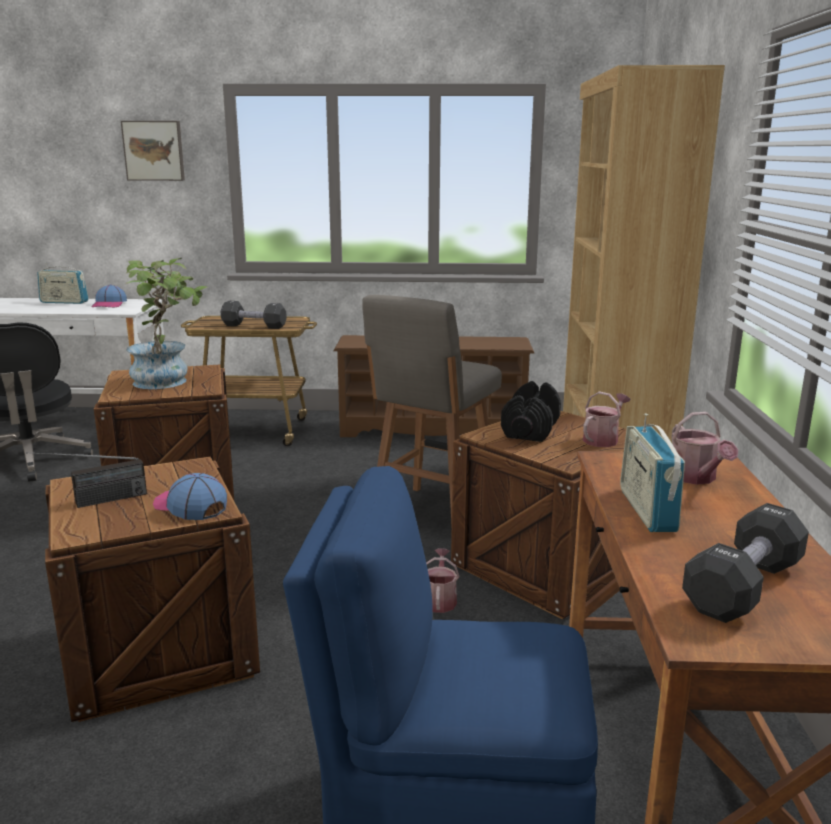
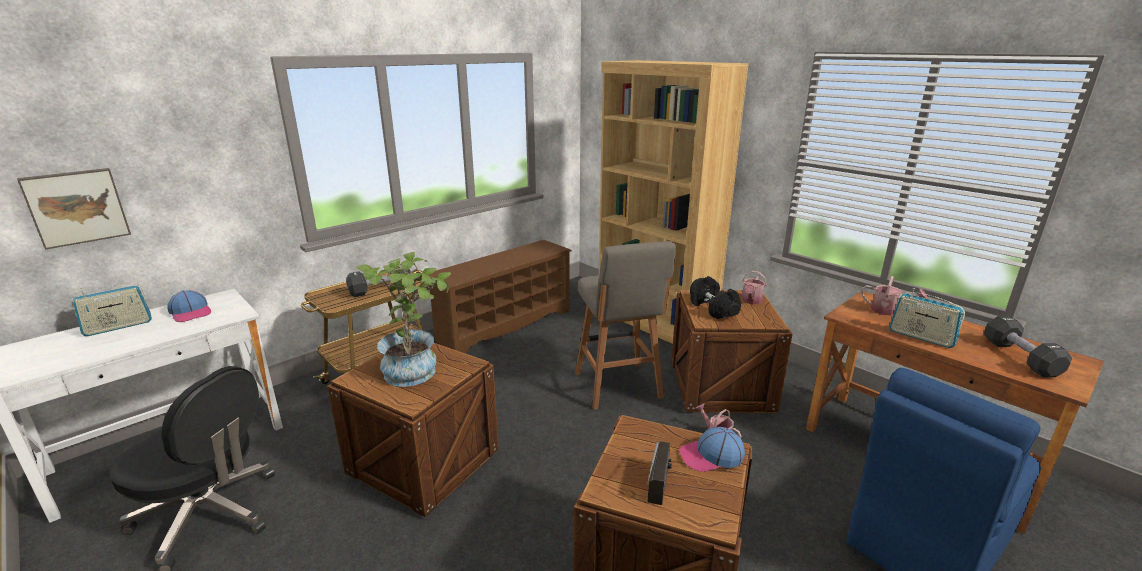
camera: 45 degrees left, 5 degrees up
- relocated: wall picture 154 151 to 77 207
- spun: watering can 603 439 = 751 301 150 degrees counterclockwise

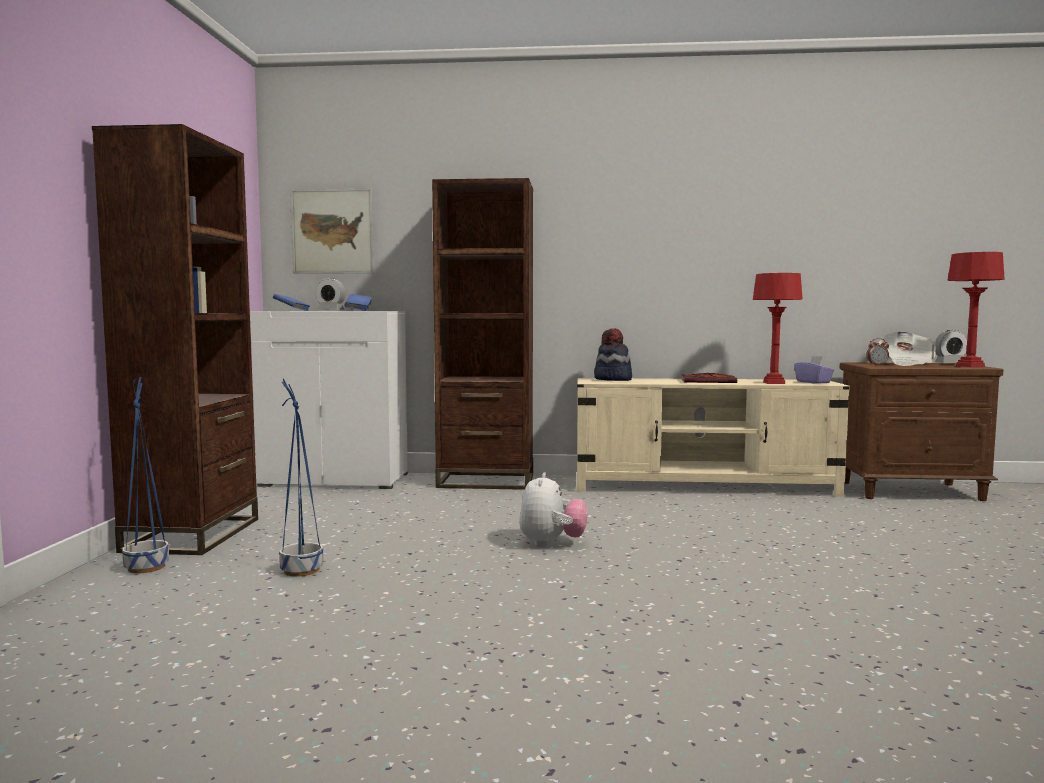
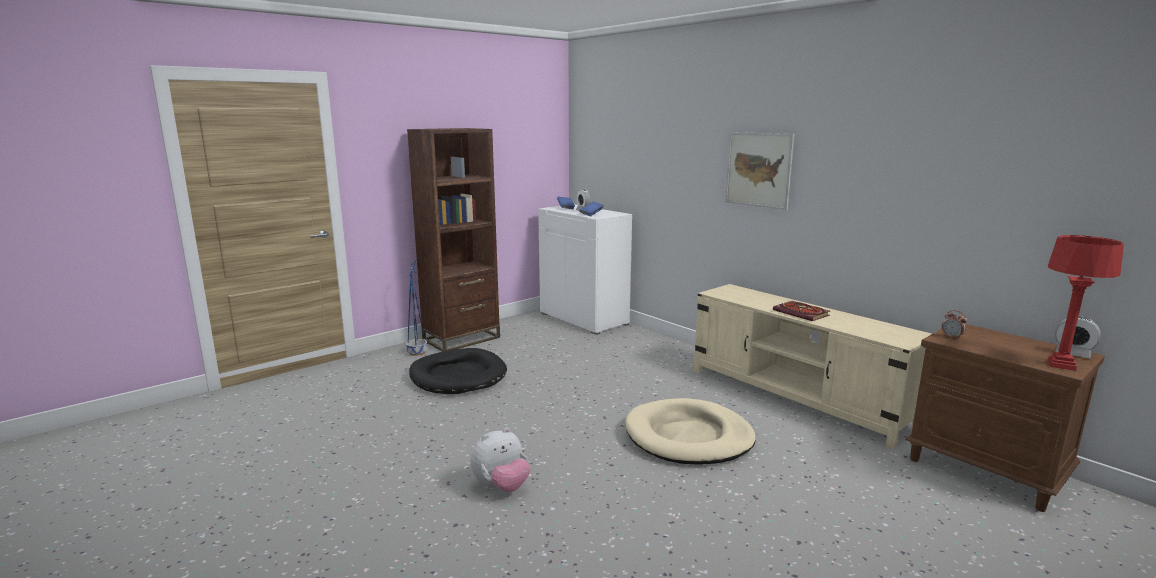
camera: 45 degrees right, 10 degrees up
- exchanged: bluish flower pot 300 570 to blackish pet bed 458 376
- relocated: plush toy 551 543 to 501 486
- appeared: beige pet bed 688 437
- relocated: wall picture 332 231 to 758 170
- missing: brownish shelving unit 486 481
- missing: clothing hat 612 379
- missing: red lamp for a table 774 383
- missing: purple-coloured box of tissues 813 382
- missing: daily paper 905 364

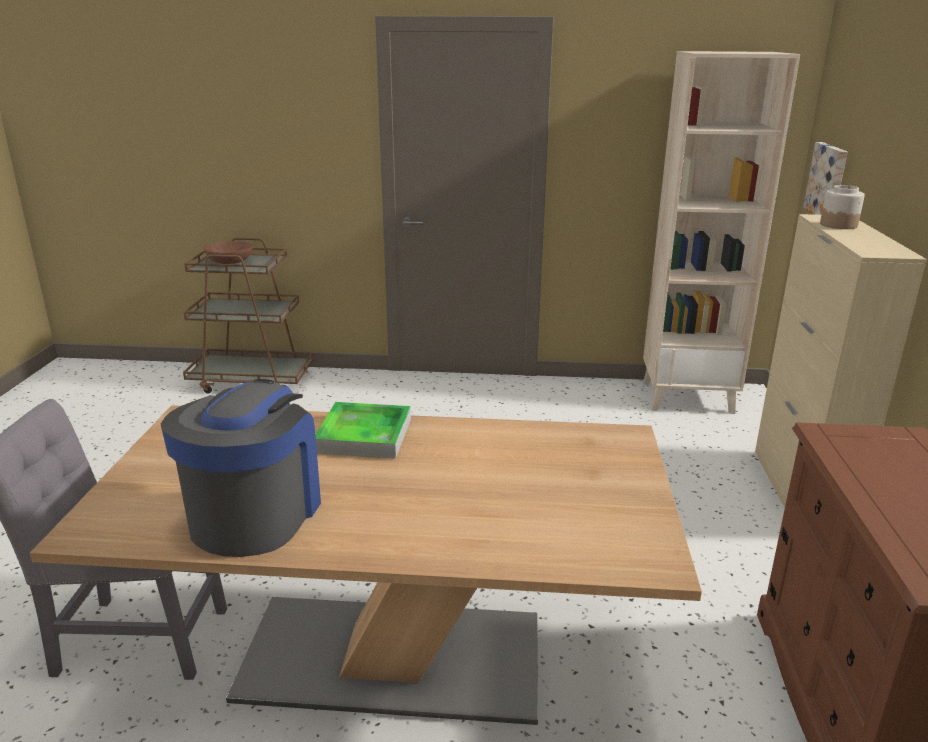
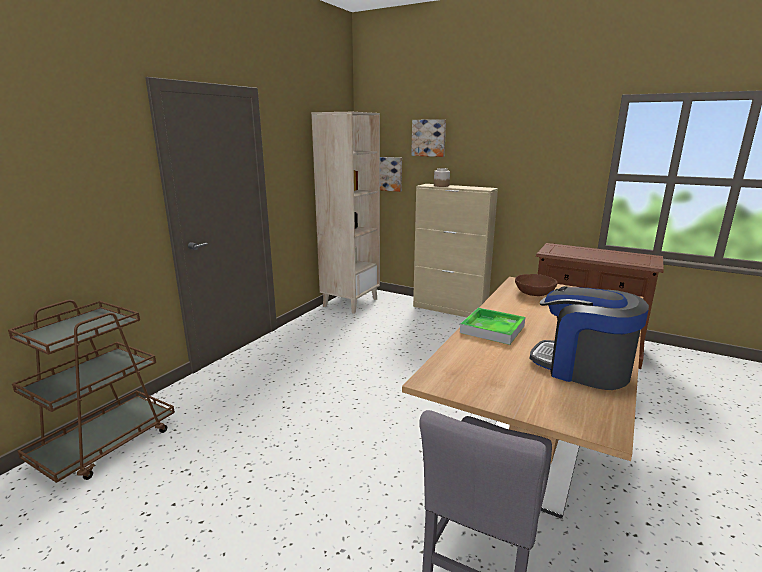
camera: 65 degrees left, 5 degrees down
- appeared: wall picture 429 138
- relocated: brownish deep dish 230 262 to 534 293

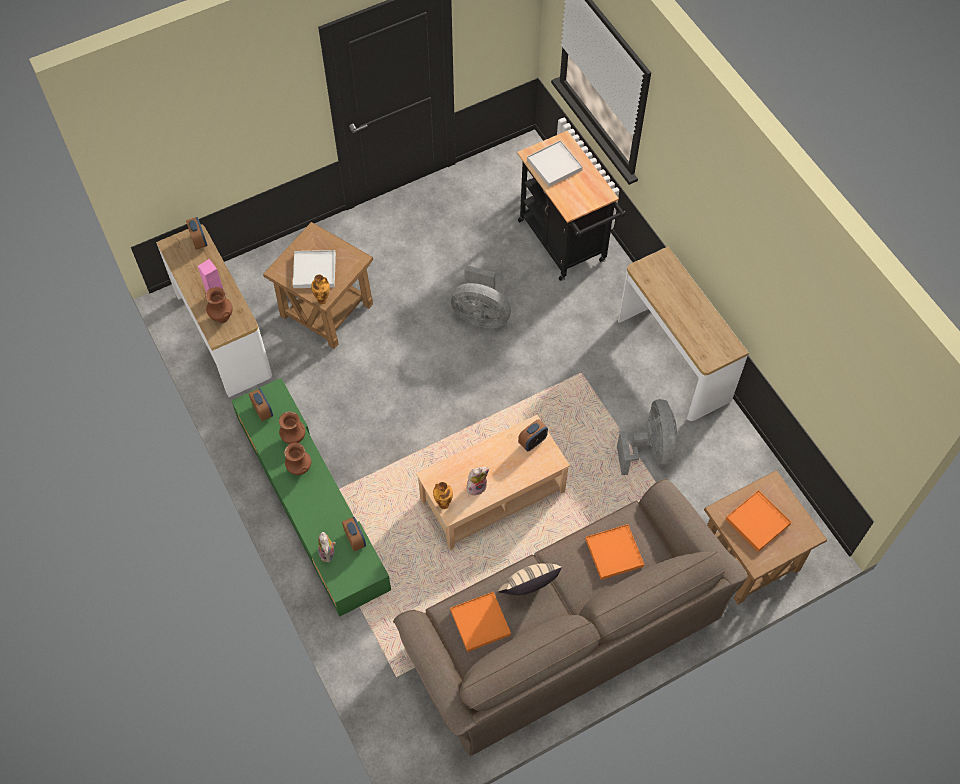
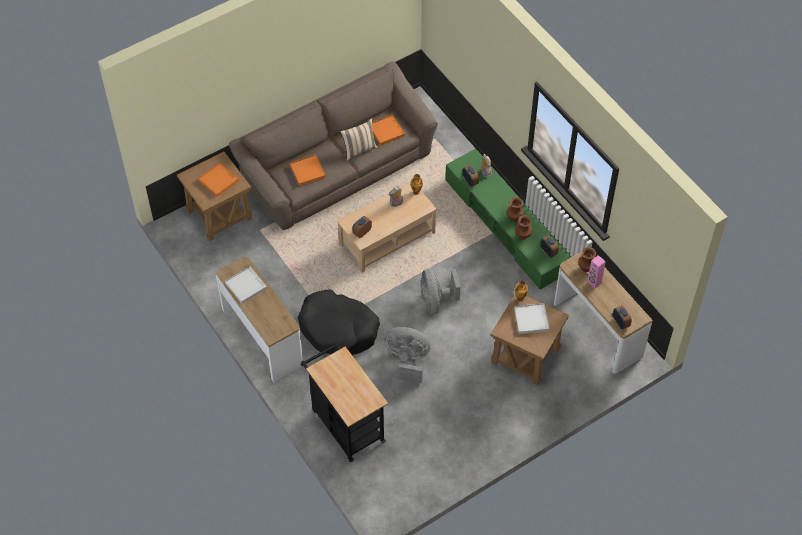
camera: 175 degrees right, 5 degrees down
- relocated: white serving tray 554 165 to 246 286
- appeared: blackish pet bed 338 329
- relocated: grey fan 650 449 to 436 301

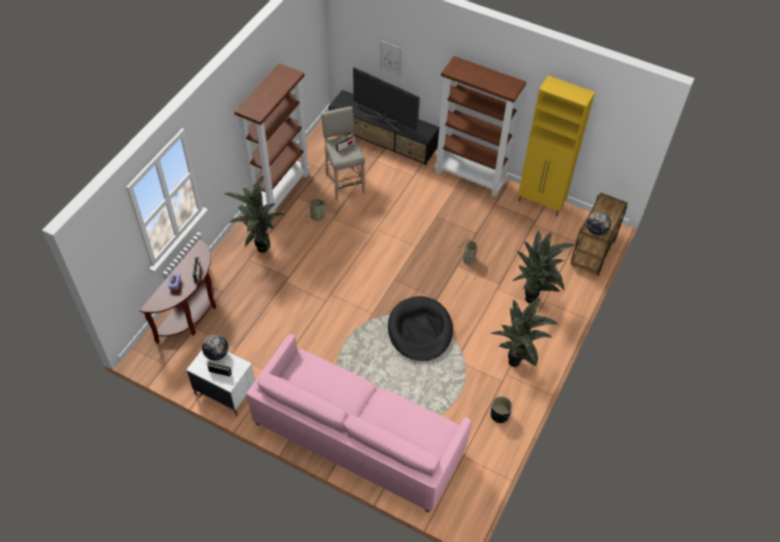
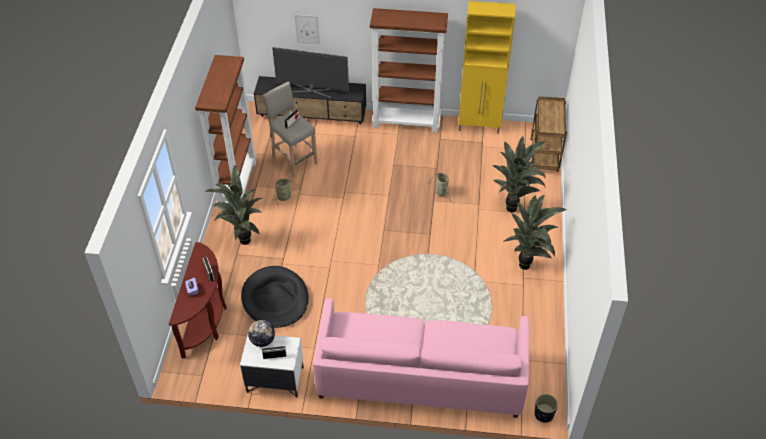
camera: 20 degrees left, 5 degrees down
- relocated: blackish pet bed 420 330 to 275 299
- relocated: blackish flower pot 499 415 to 543 414
- missing: globe 596 231

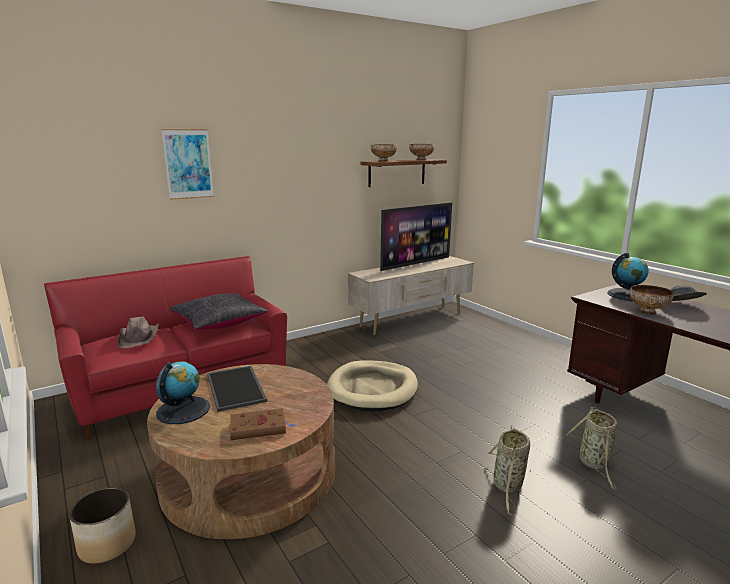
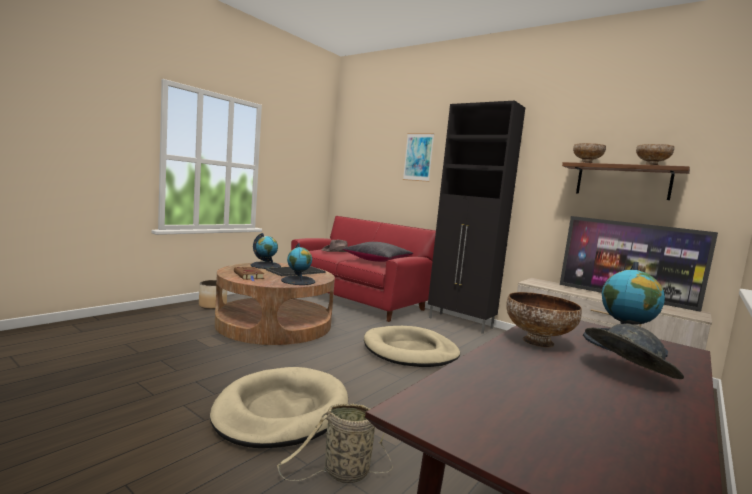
camera: 70 degrees right, 10 degrees down
- exchanged: storage basket 508 486 to beige pet bed 281 411
- appeared: globe 298 281
- appeared: blackish cupboard 461 323

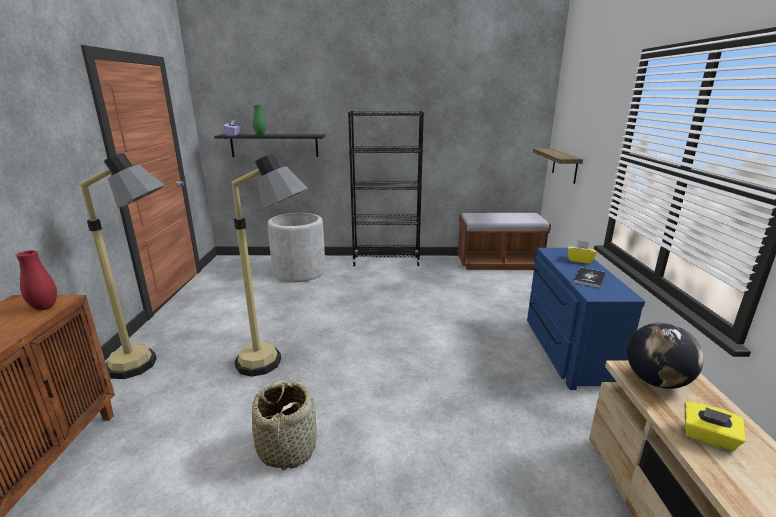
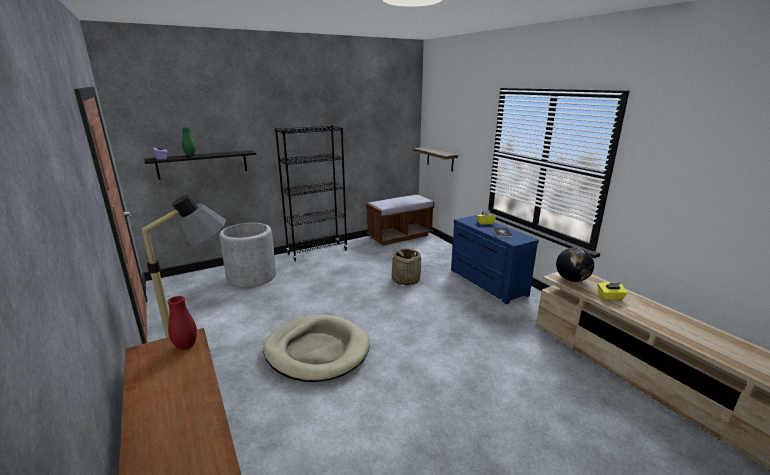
camera: 30 degrees left, 0 degrees up
- exchanged: standing lamp 276 366 to beige pet bed 317 351
- relocated: storage basket 287 447 to 405 280

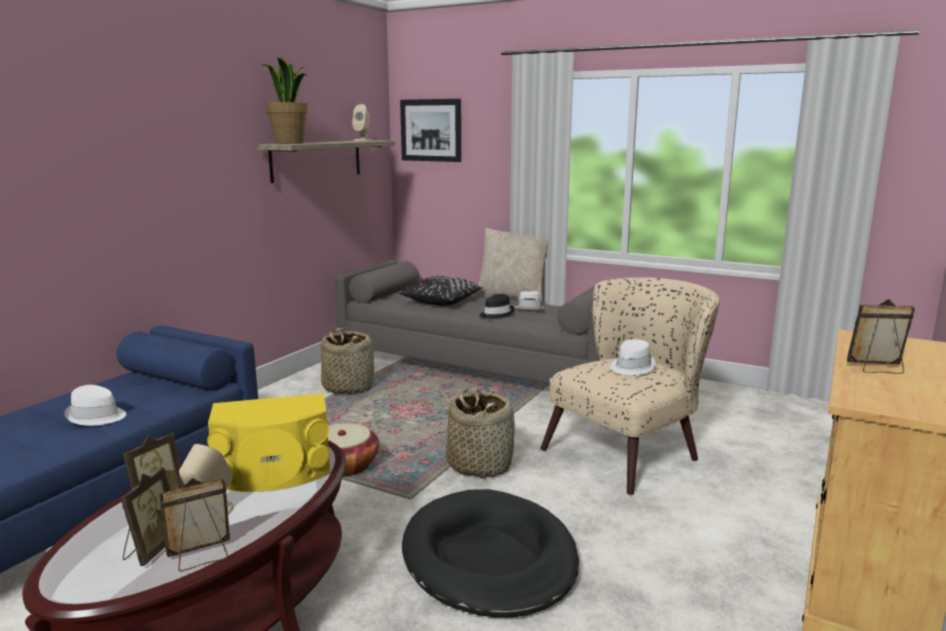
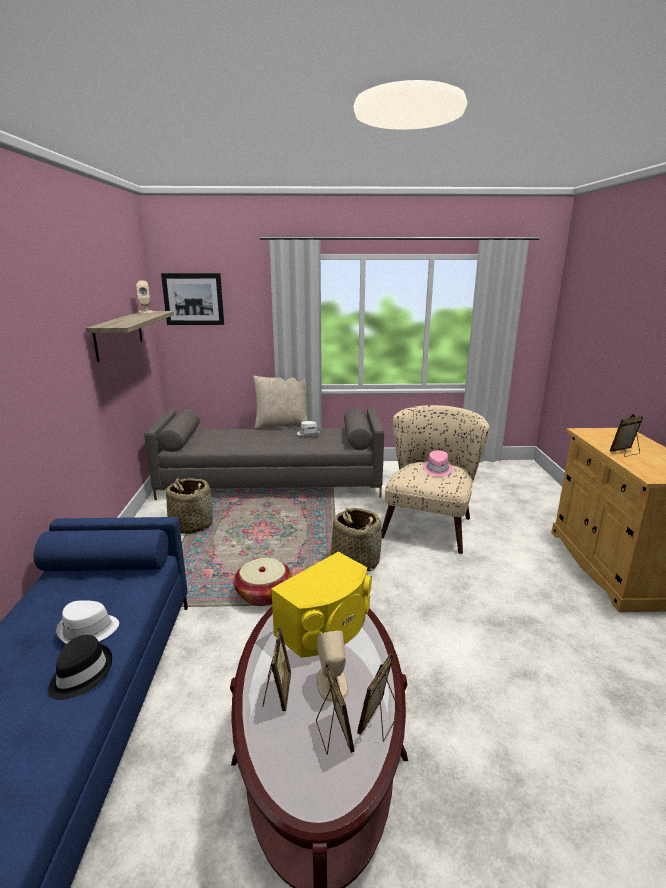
camera: 30 degrees left, 5 degrees up
- relocated: blackish clothing hat 496 314 to 80 674
- colour: white clothing hat 631 367 to pink clothing hat 437 469
- missing: houseplant 289 143
- missing: blackish pillow 442 301
- missing: blackish pet bed 489 558

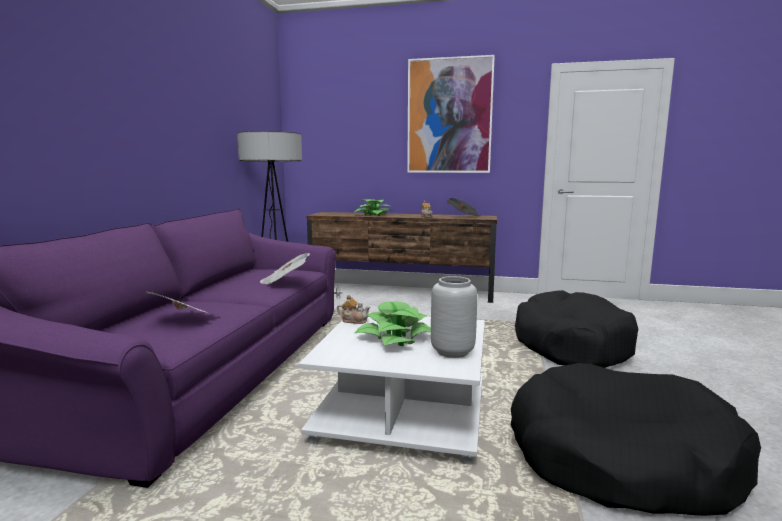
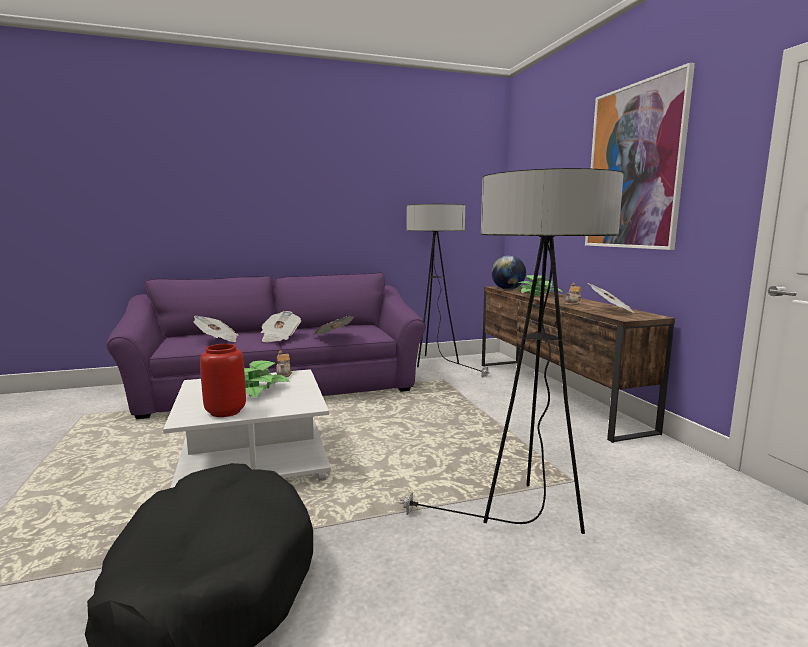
camera: 60 degrees right, 0 degrees up
- colour: grey flower vase 452 351 to red flower vase 226 411
- appeared: daily paper 279 338
- exchanged: blackish pet bed 571 345 to standing lamp 524 519
- appeared: globe 507 289

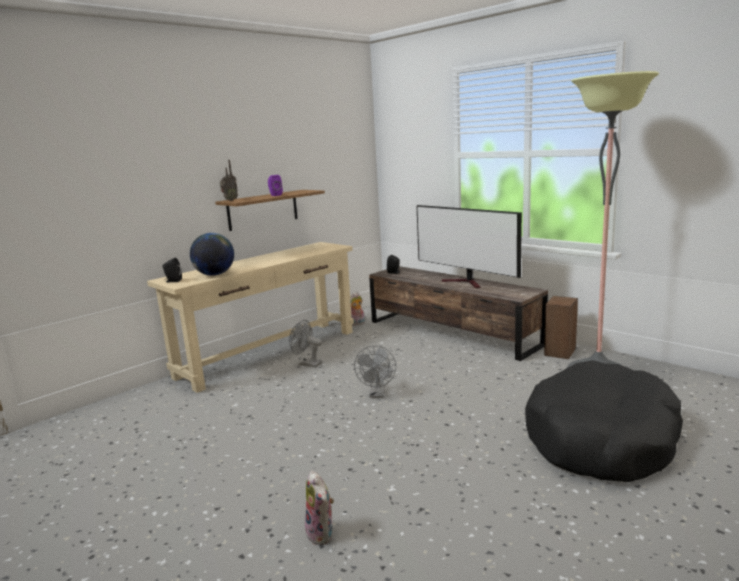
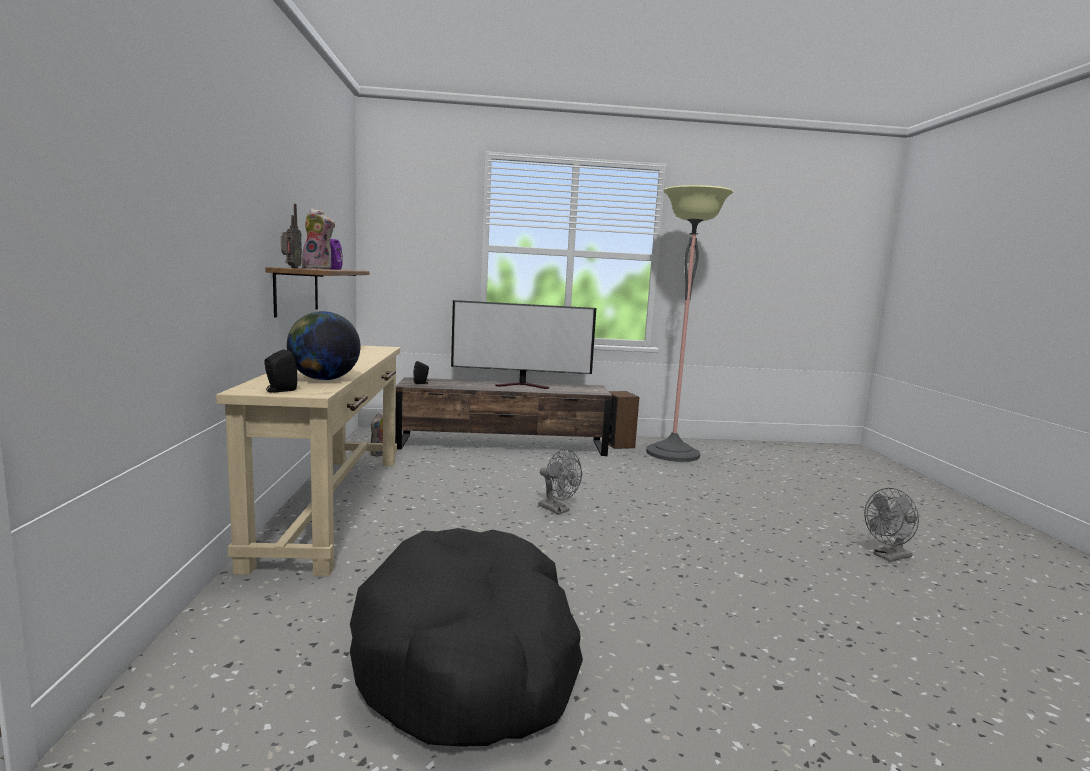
camera: 50 degrees left, 5 degrees down
- relocated: plush toy 322 534 to 319 269
- relocated: blackish pet bed 601 439 to 469 657
- relocated: grey fan 307 364 to 888 557

